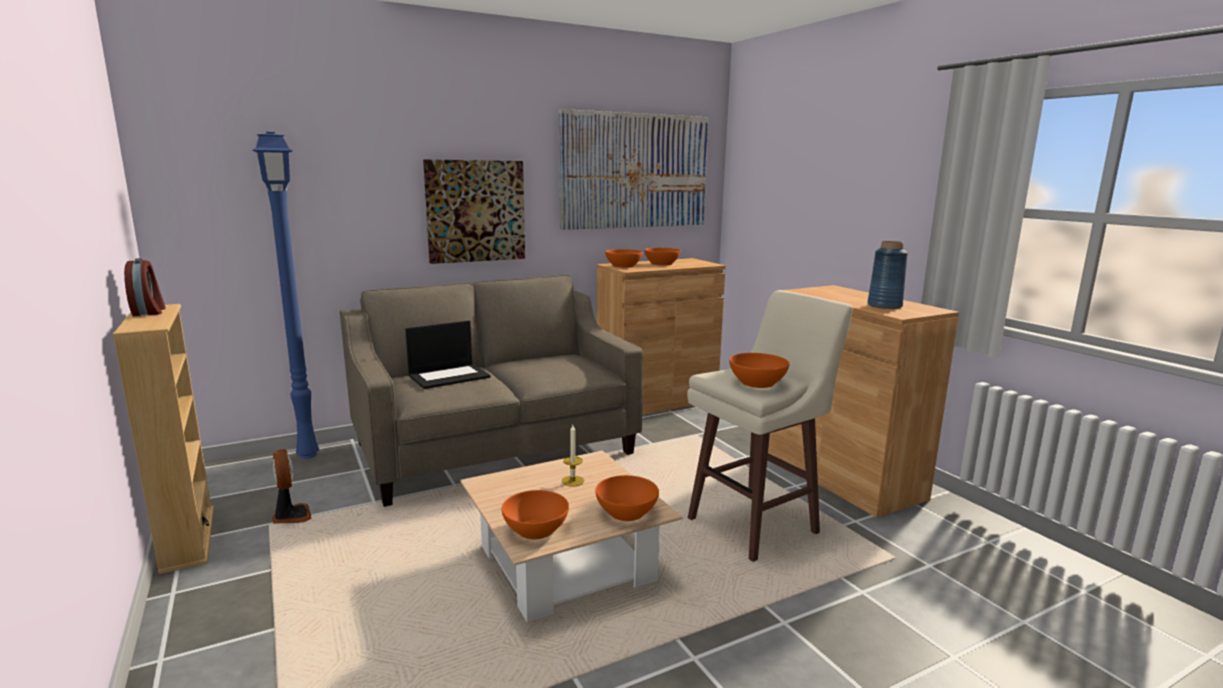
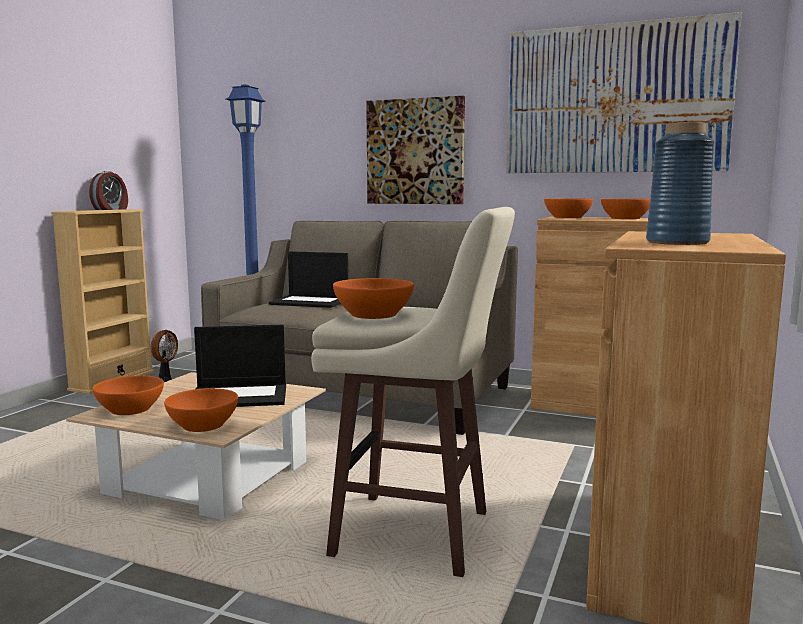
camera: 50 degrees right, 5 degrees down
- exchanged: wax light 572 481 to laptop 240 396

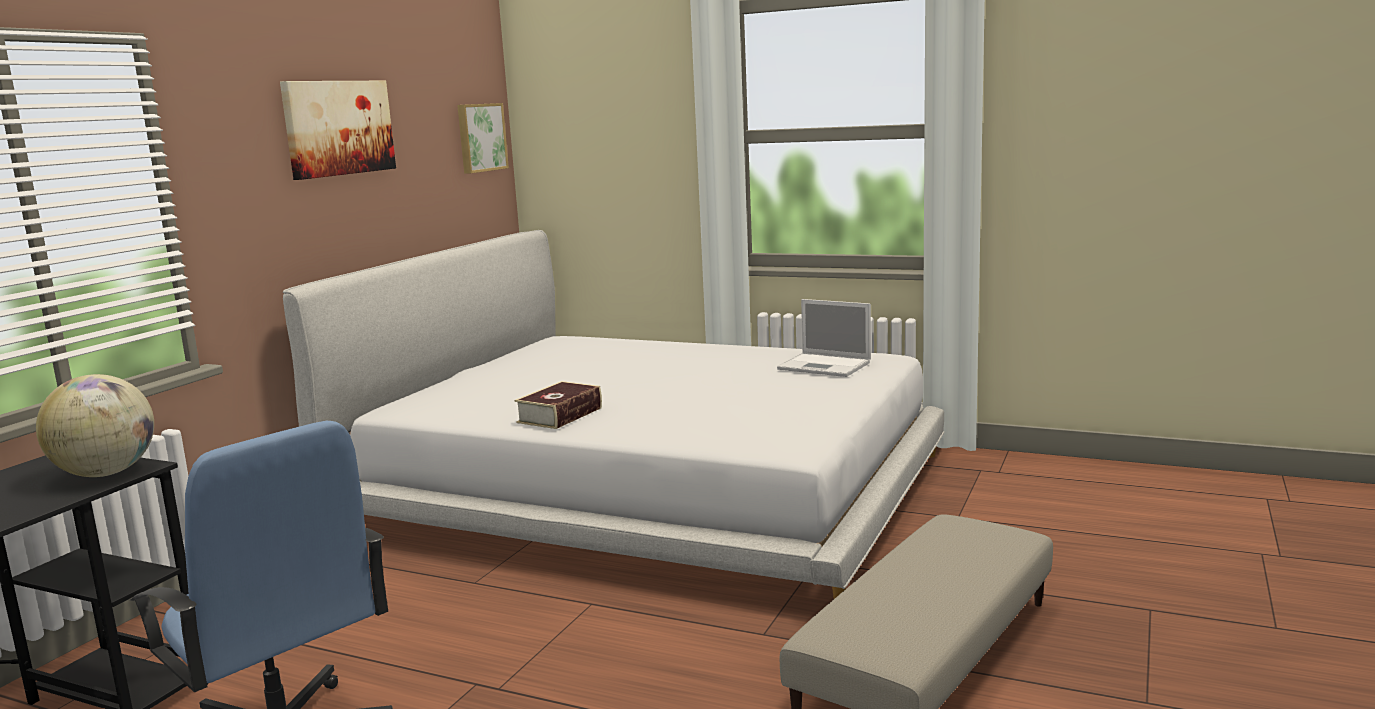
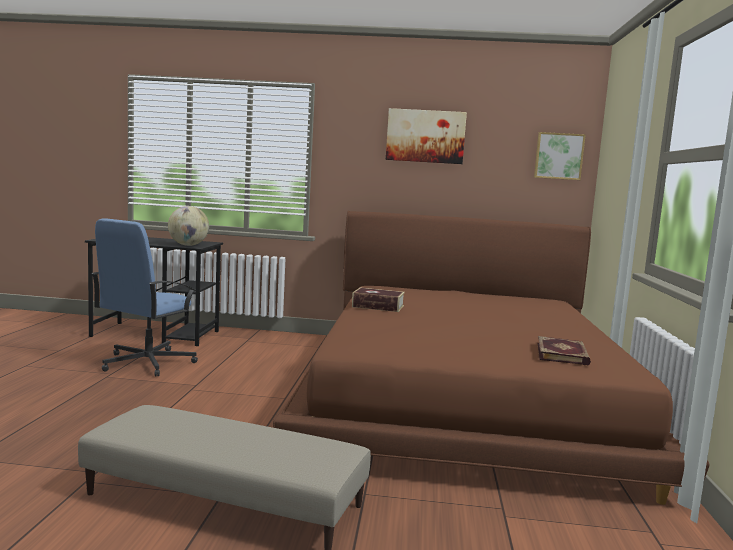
camera: 70 degrees right, 5 degrees down
- colour: white sleeping bed 649 488 to brownish sleeping bed 463 397
- exchanged: laptop 826 366 to book 563 354

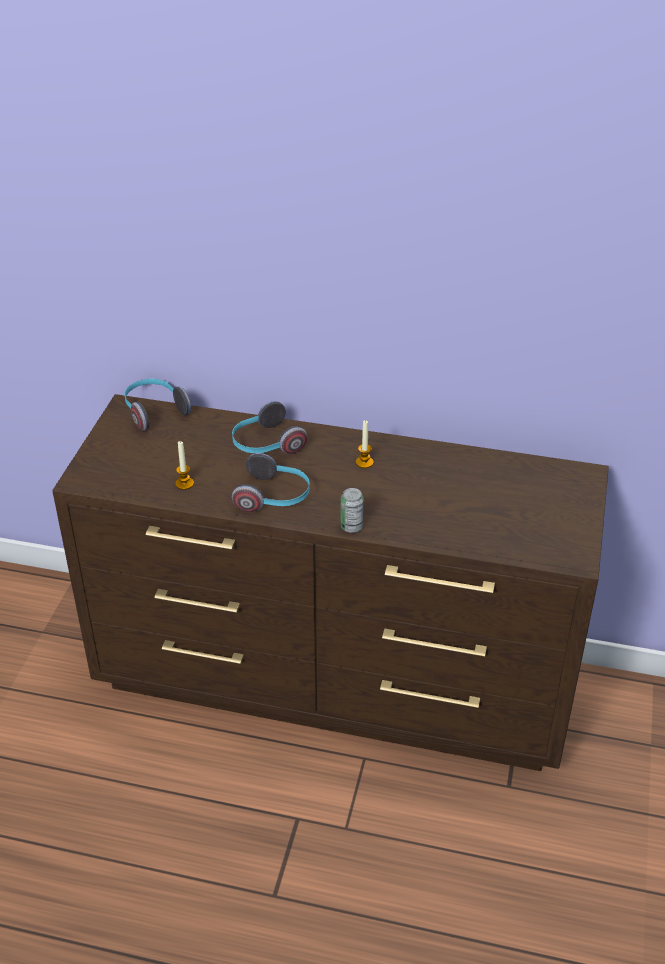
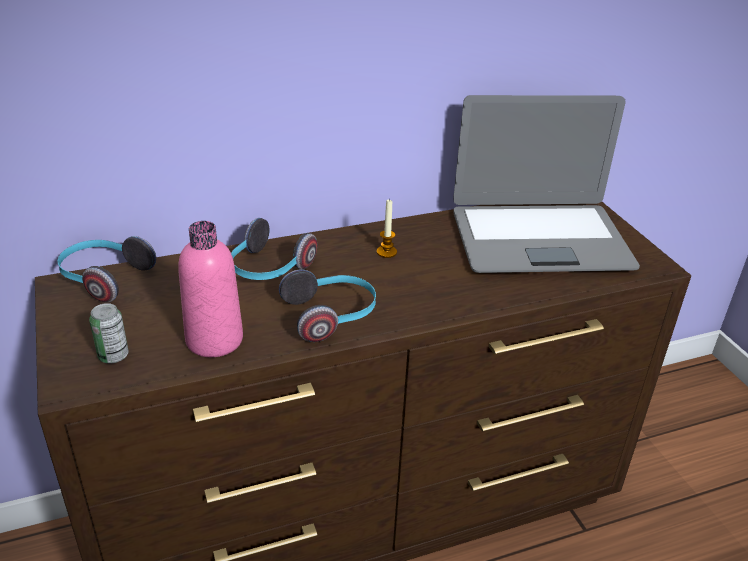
camera: 35 degrees left, 5 degrees down
- relocated: sealed can 351 526 to 113 356
- exchanged: wax light 184 483 to pink drink bottle 214 340
- appeared: laptop 539 239

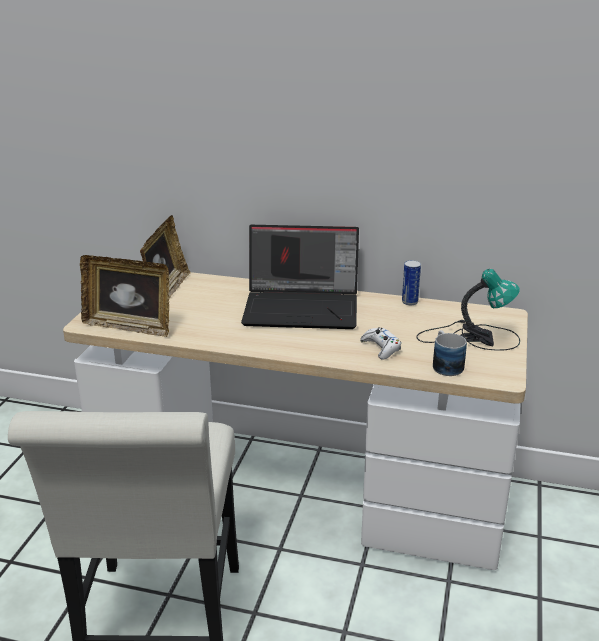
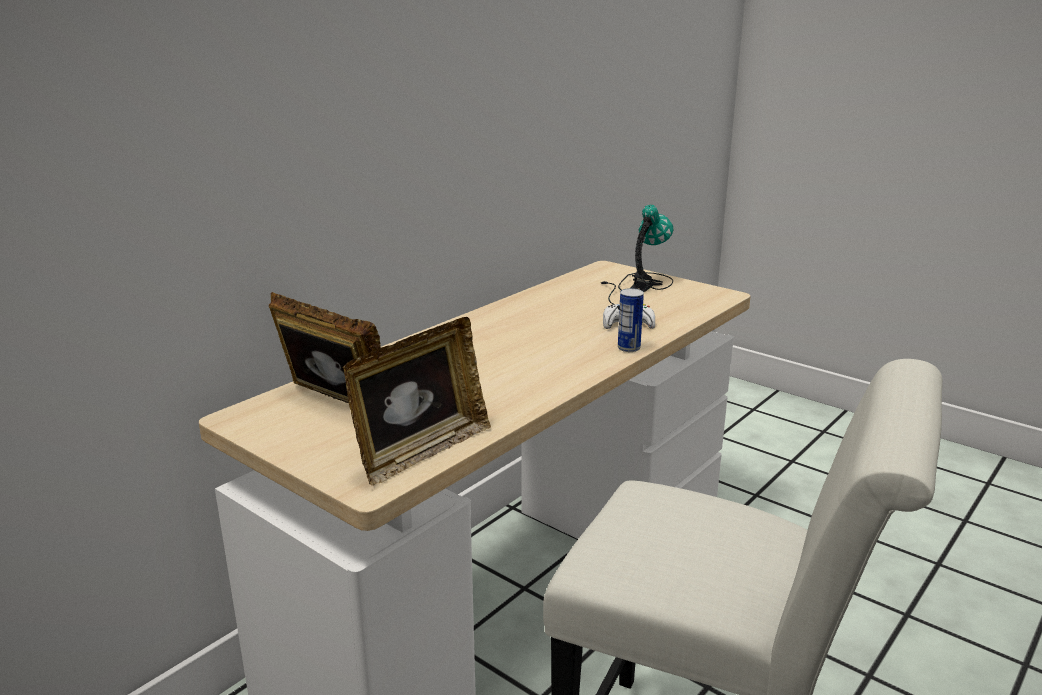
camera: 65 degrees left, 5 degrees down
- relocated: sealed can 409 302 to 629 348
- missing: laptop 303 307
- missing: tea mug 445 364

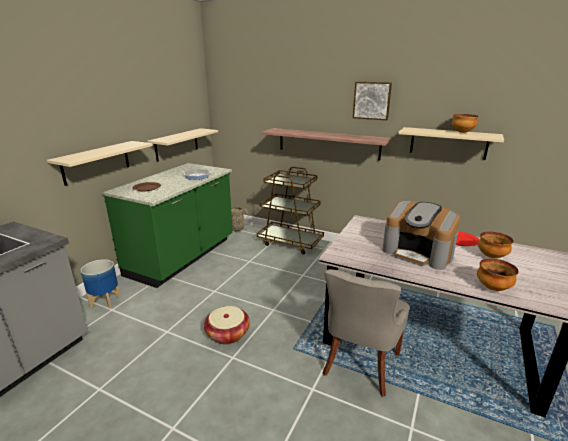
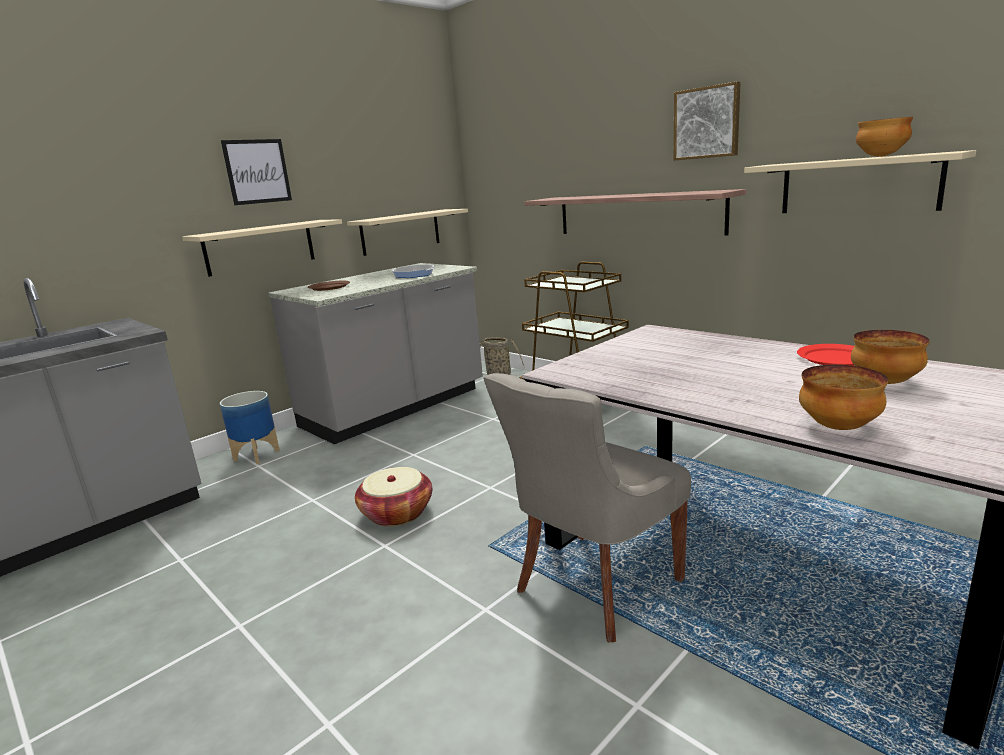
camera: 20 degrees right, 5 degrees down
- appeared: wall picture 257 171
- colour: green kitchen base unit 183 257 to grey kitchen base unit 395 408
- missing: coffee maker 418 253

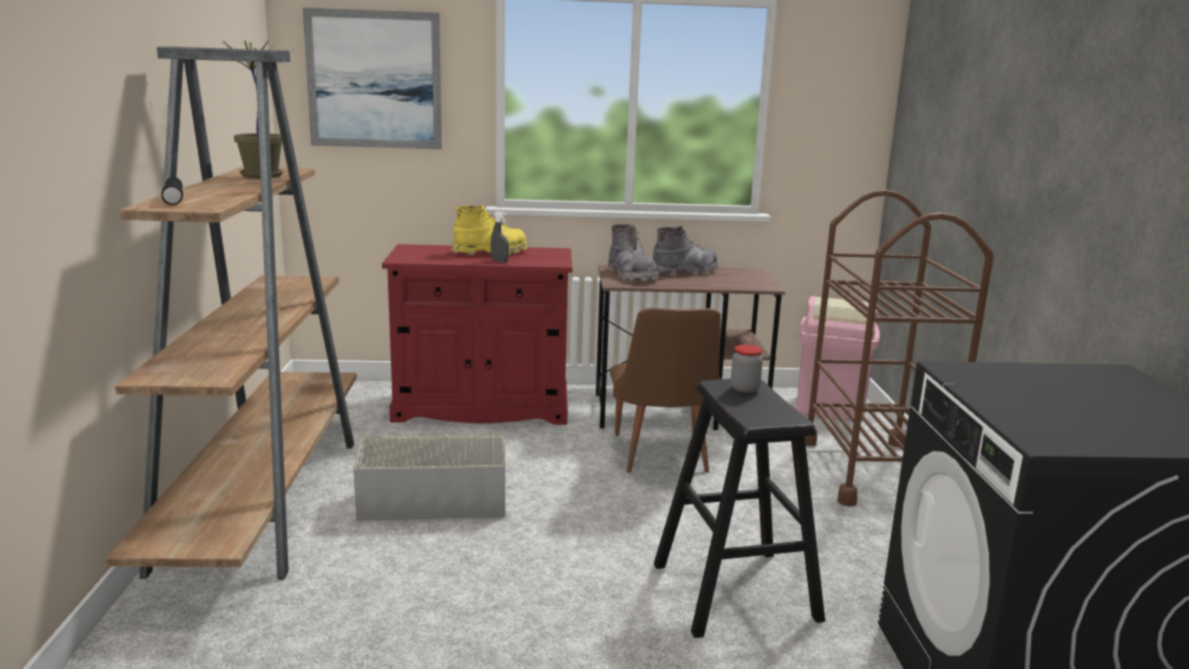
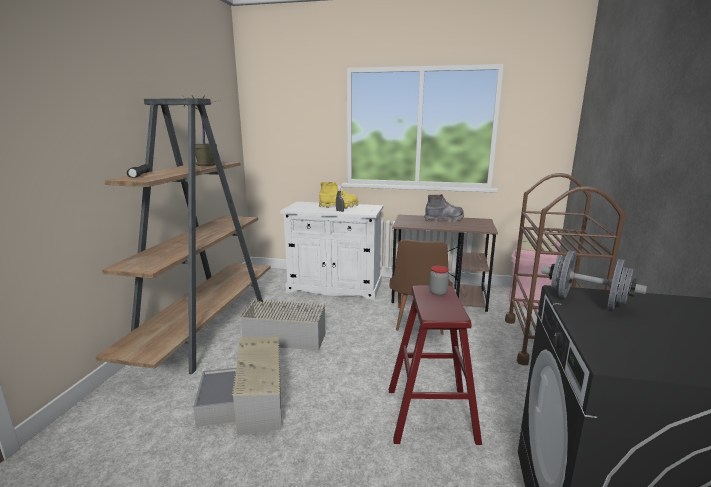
camera: 15 degrees right, 0 degrees up
- appeared: grey storage bin 248 400
- colour: red cupboard 482 408 to white cupboard 334 287
- colour: blackish stool 735 592 to red stool 431 415
- appeared: grey dumbbell 586 301
- missing: wall picture 374 80
- missing: grey high-top boot 631 275

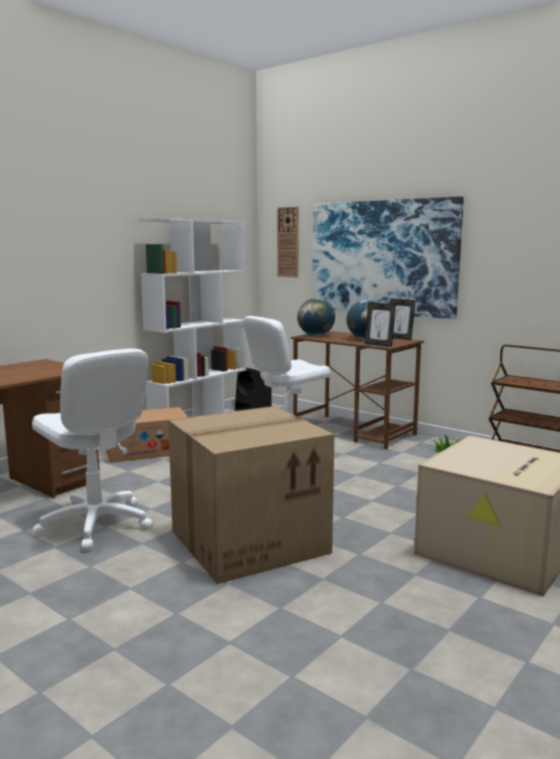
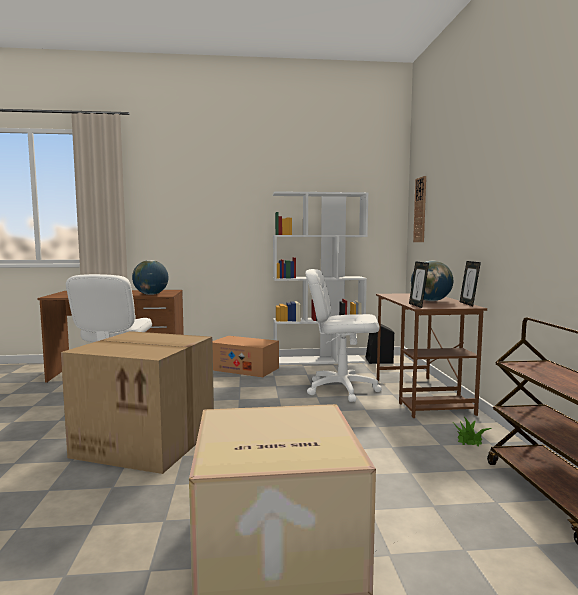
camera: 45 degrees right, 5 degrees down
- relocated: globe 316 335 to 151 294
- missing: wall picture 382 257

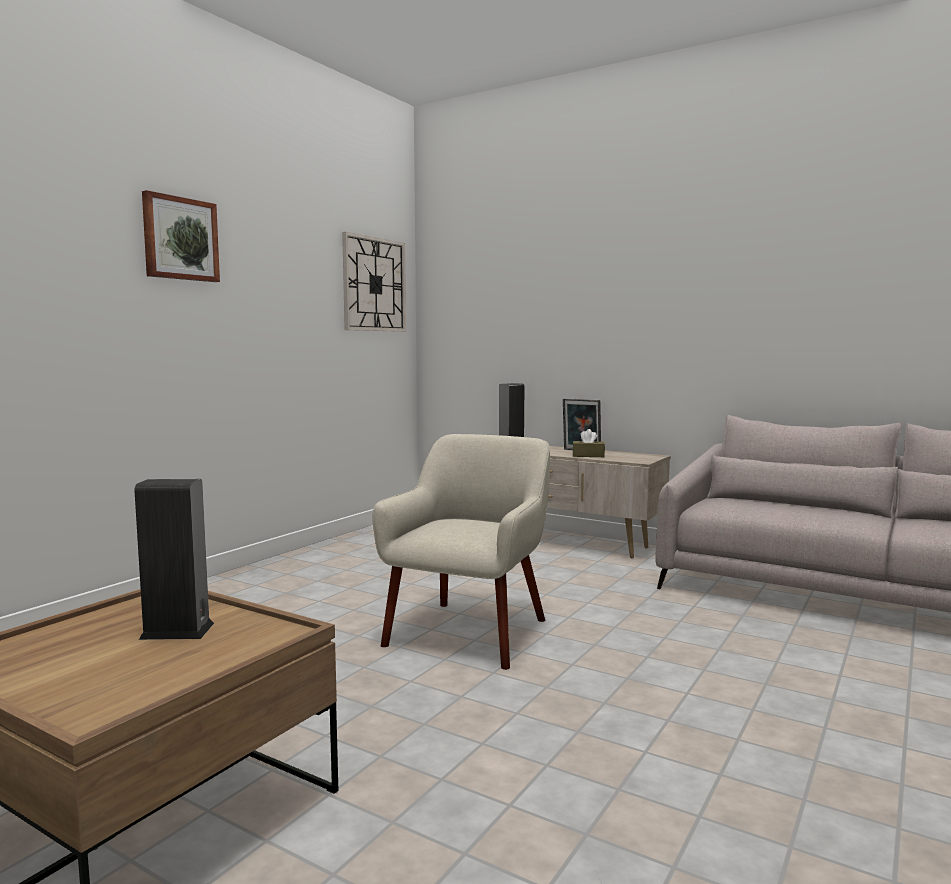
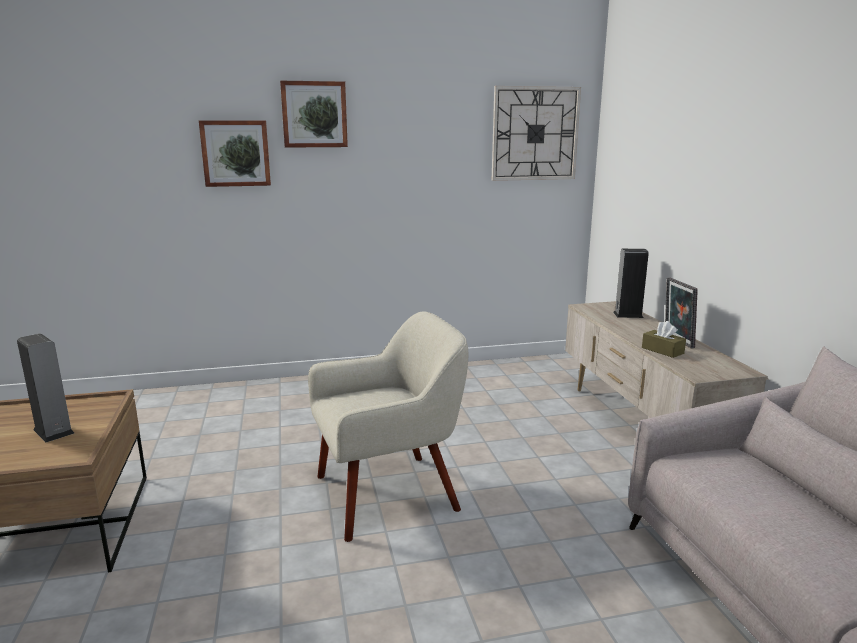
camera: 45 degrees right, 10 degrees up
- appeared: wall picture 236 153

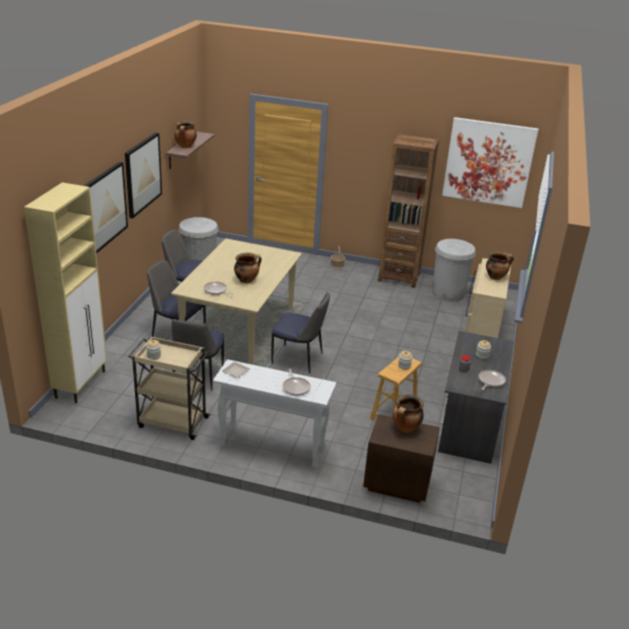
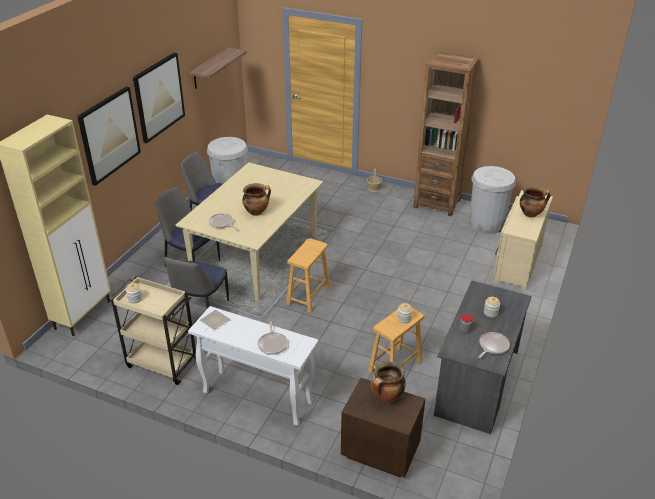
camera: 10 degrees right, 5 degrees up
- exchanged: upright chair 298 359 to brownish stool 308 296
- missing: cooking pot 185 146
- missing: wall picture 488 162

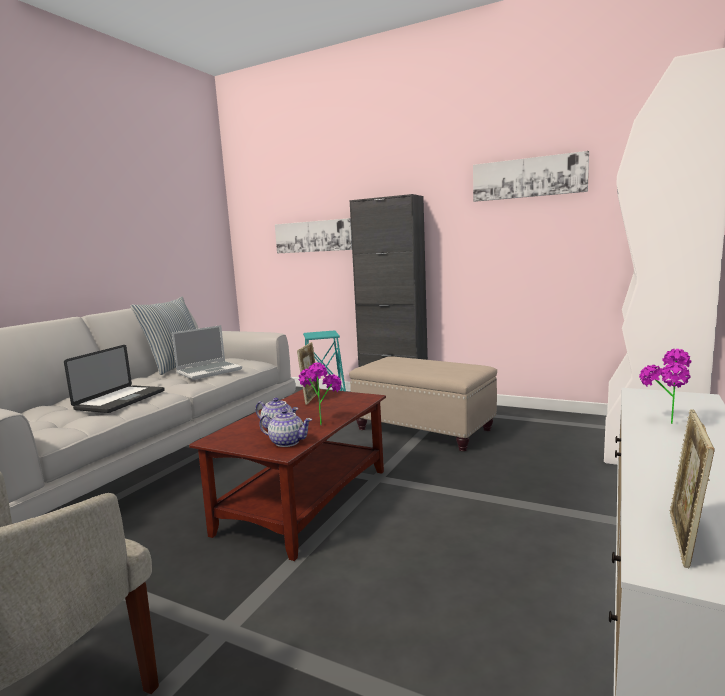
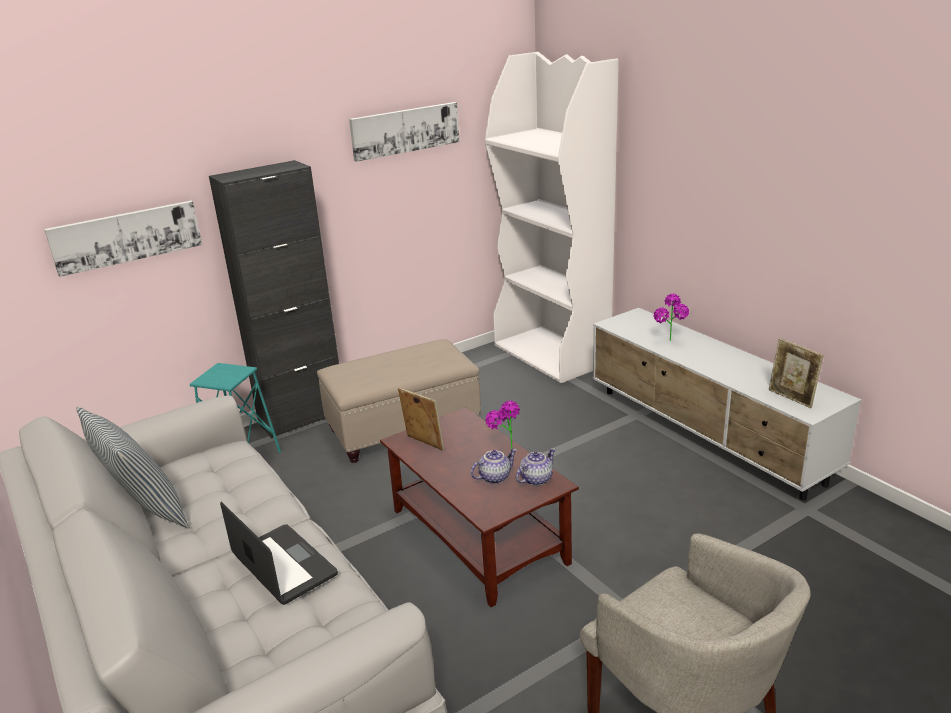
camera: 60 degrees left, 15 degrees up
- missing: laptop 209 371

